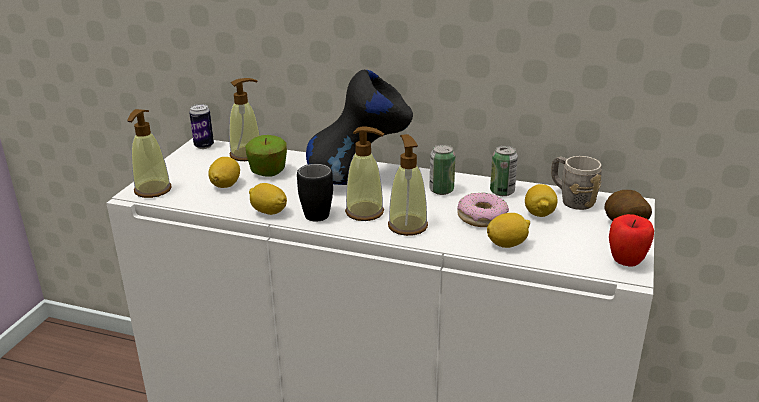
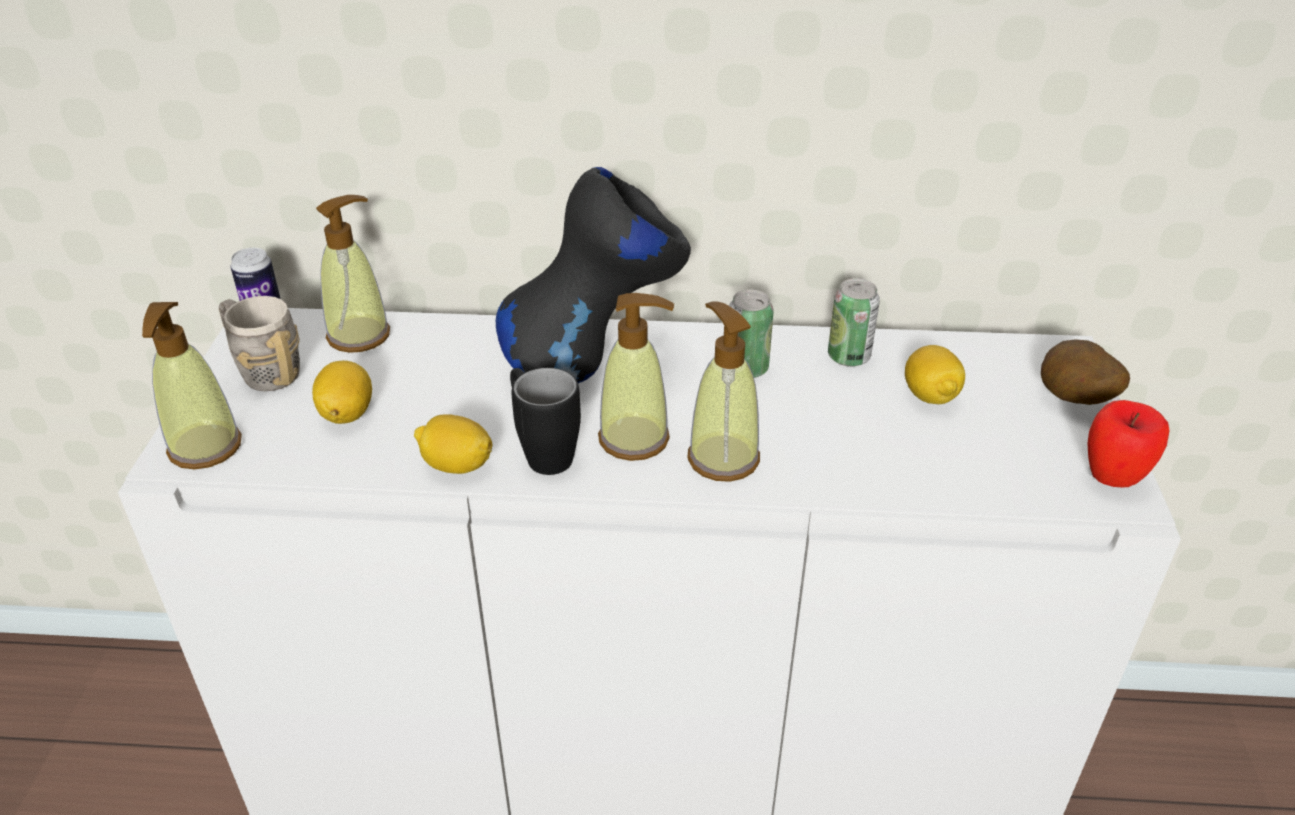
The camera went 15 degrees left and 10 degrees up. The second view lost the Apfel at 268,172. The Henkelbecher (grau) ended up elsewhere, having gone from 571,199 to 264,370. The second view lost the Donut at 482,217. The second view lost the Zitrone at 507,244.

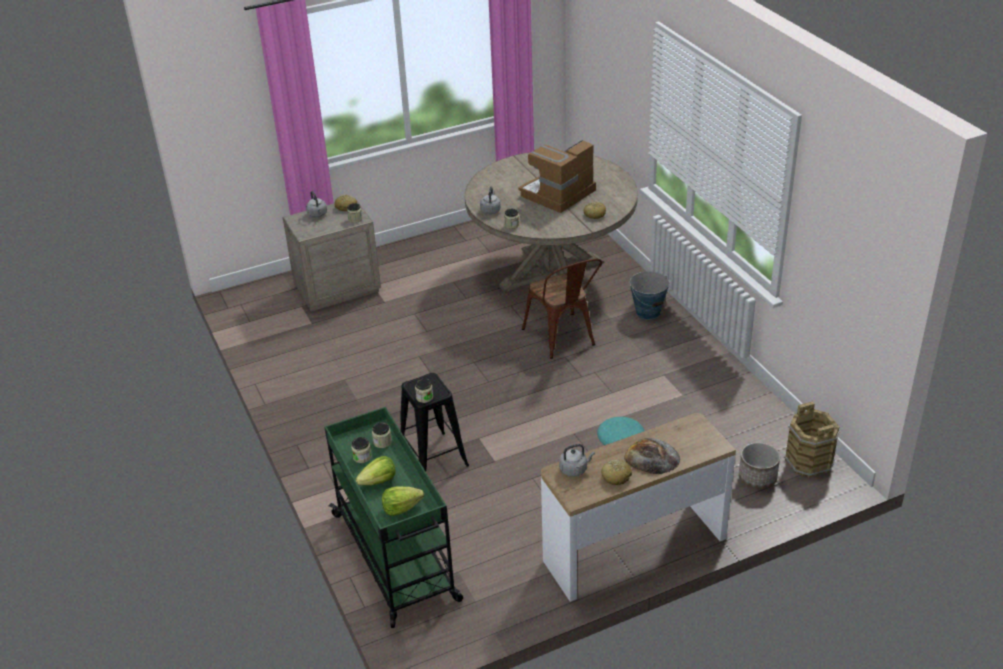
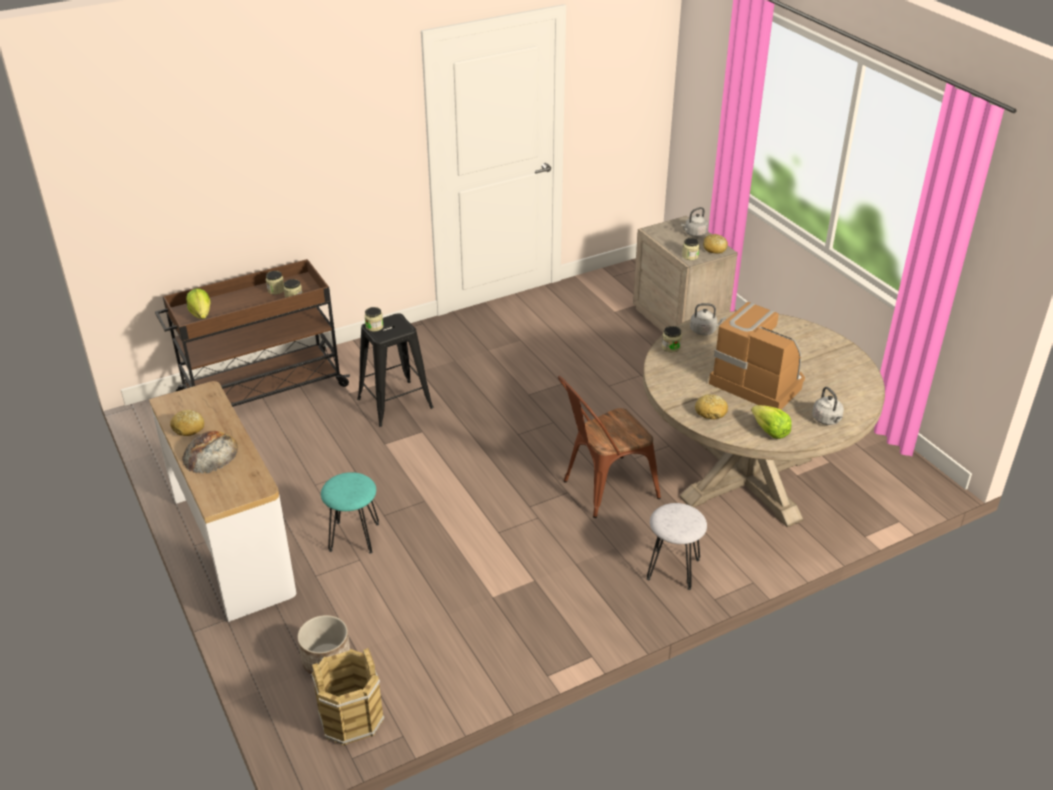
The camera went 85 degrees right and 0 degrees up. Where the Eimer stood at 648,312, the Hocker (grau) came to stand at 673,569. What was the Rollwagen (grün) at 396,558 turned into the Rollwagen (braun) at 261,391. The Wasserkessel (grau) ended up elsewhere, having gone from 575,469 to 827,420. The Salatkopf ended up elsewhere, having gone from 379,481 to 769,431.

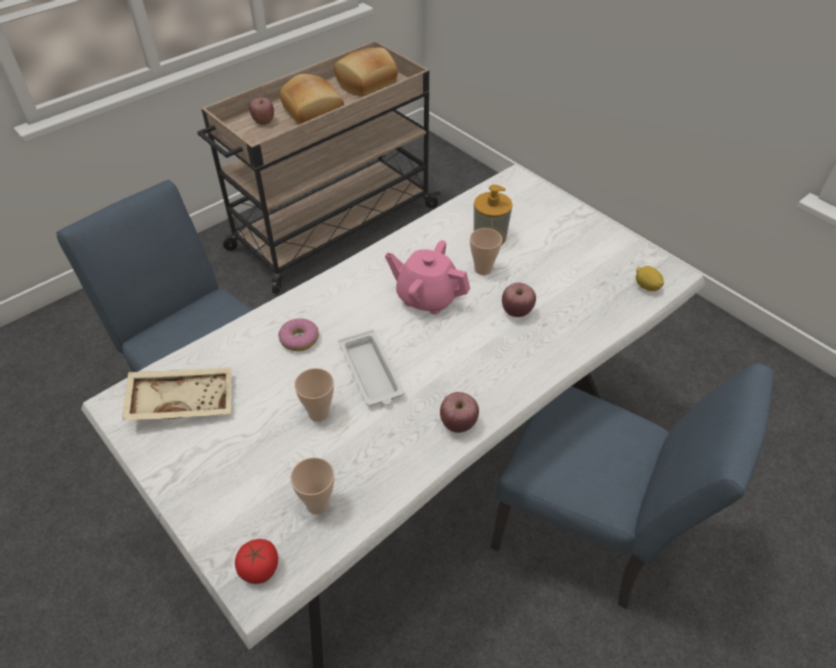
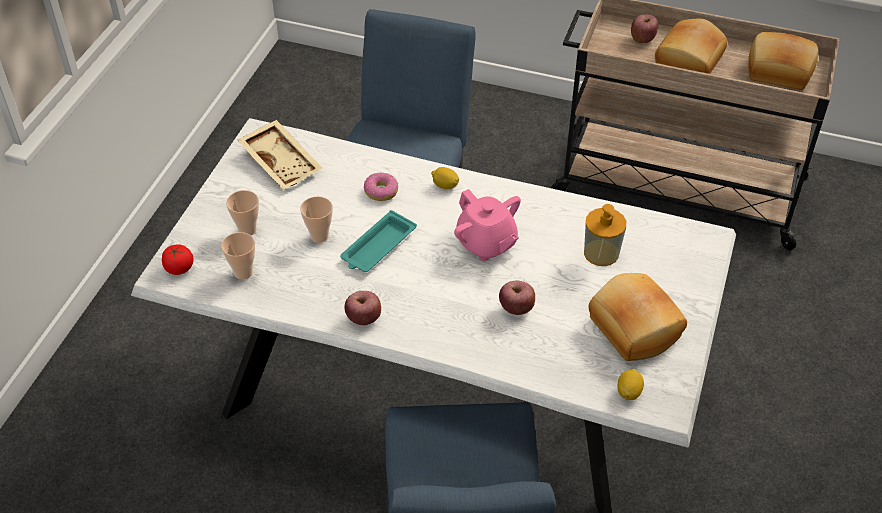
The camera went 60 degrees right and 0 degrees up. The Tasse ended up elsewhere, having gone from 483,269 to 247,230. The Teekanne (rosa) at 427,297 ended up facing another way, 150 degrees clockwise from before. What was the Tablett (weiß) at 371,373 turned into the Tablett (türkis) at 377,247. The second view gained the Zitrone at 445,186. The second view gained the Brot at 632,329.

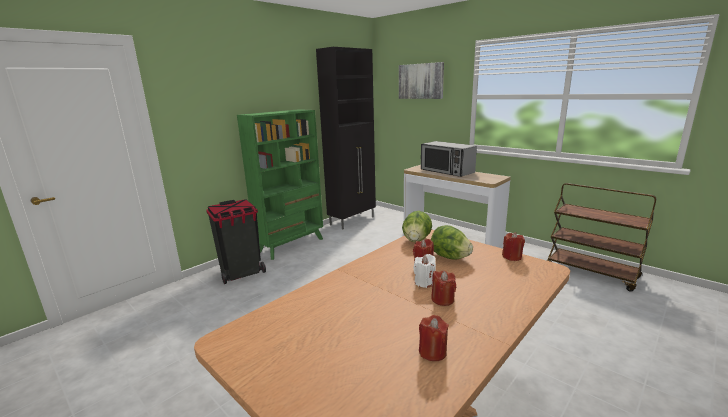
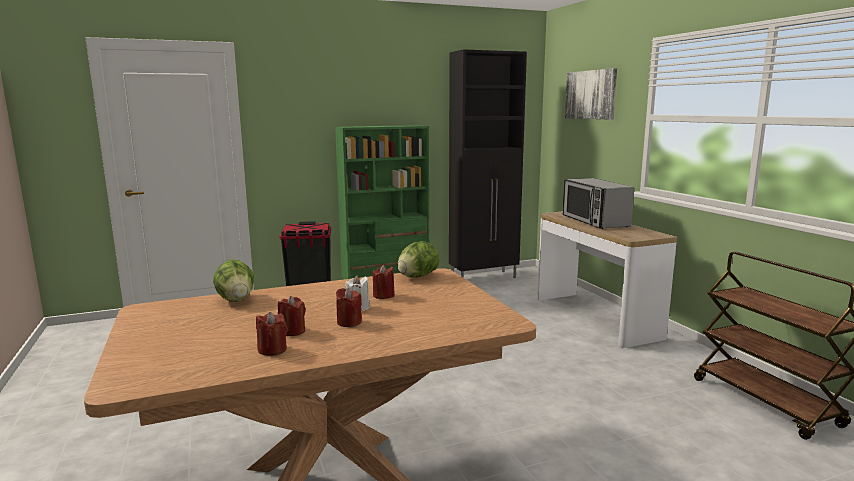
The camera went 25 degrees right and 5 degrees down. The Salatkopf ended up elsewhere, having gone from 449,257 to 236,300. The Kerze (rot) ended up elsewhere, having gone from 512,257 to 292,331.

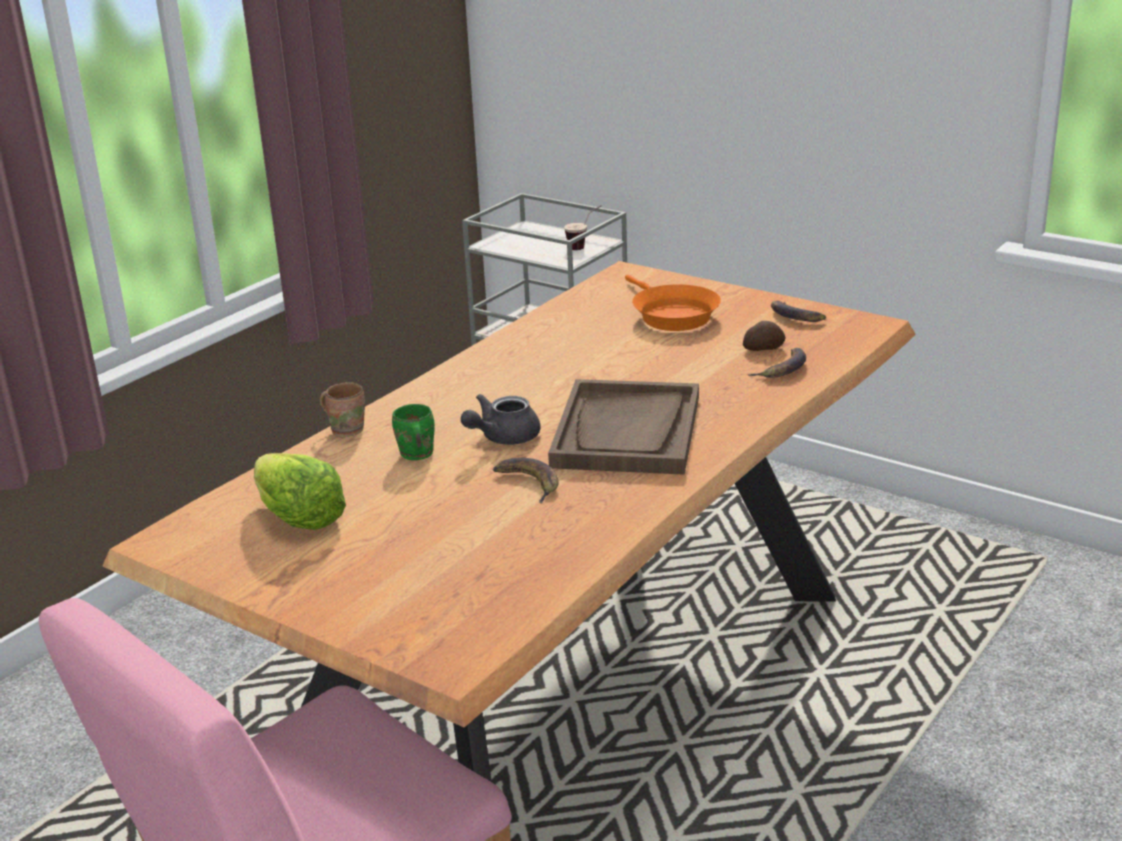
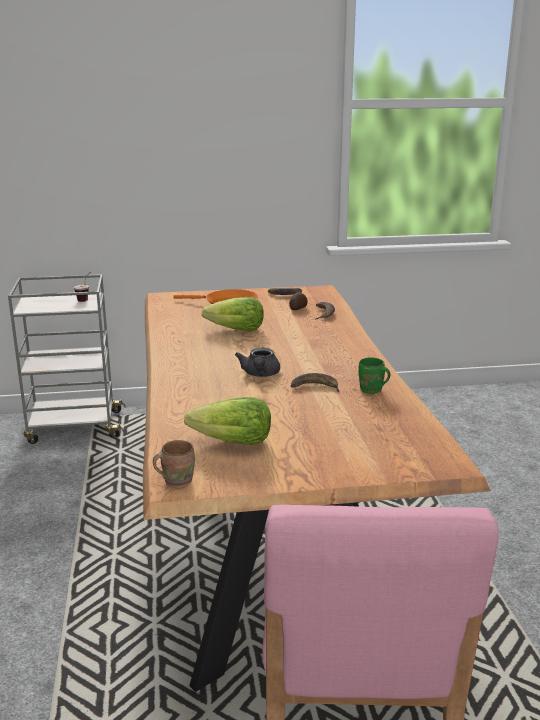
The camera went 45 degrees left and 5 degrees down. The second view lost the Tablett (braun) at 627,432. The Henkelbecher (braun) ended up elsewhere, having gone from 347,429 to 176,481. The Henkelbecher (grün) ended up elsewhere, having gone from 415,455 to 371,390. The second view gained the Salatkopf at 235,330.

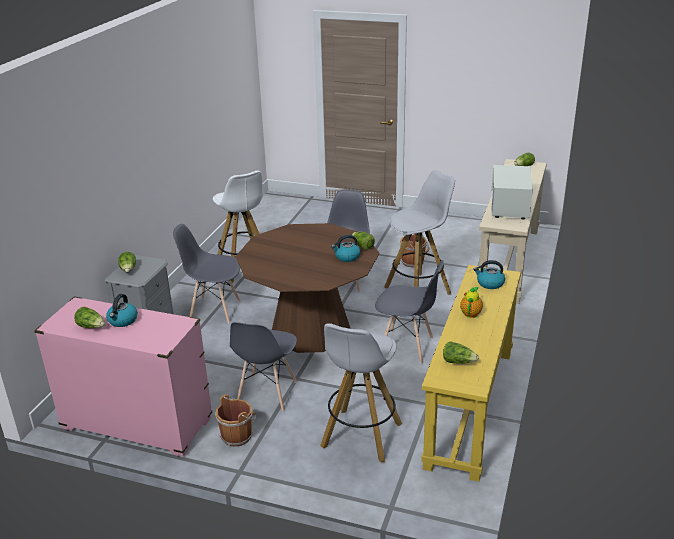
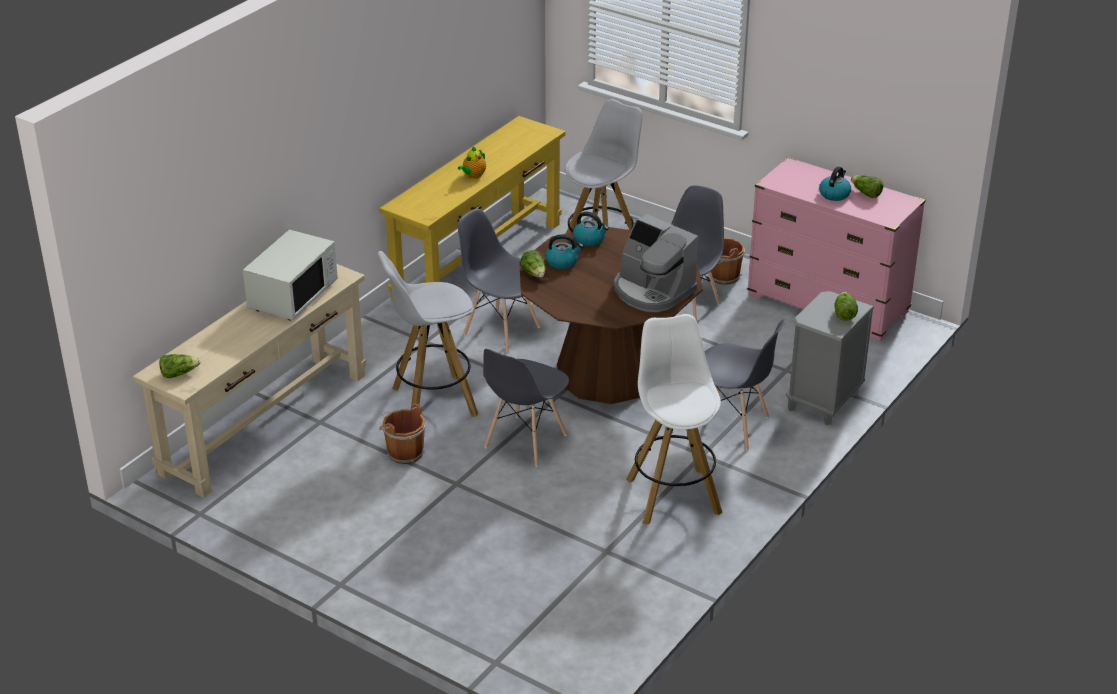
The camera went 165 degrees left and 5 degrees up. The Wasserkessel ended up elsewhere, having gone from 489,283 to 589,239. The second view lost the Salatkopf at 458,361. The second view gained the Kaffeemaschine at 652,291.

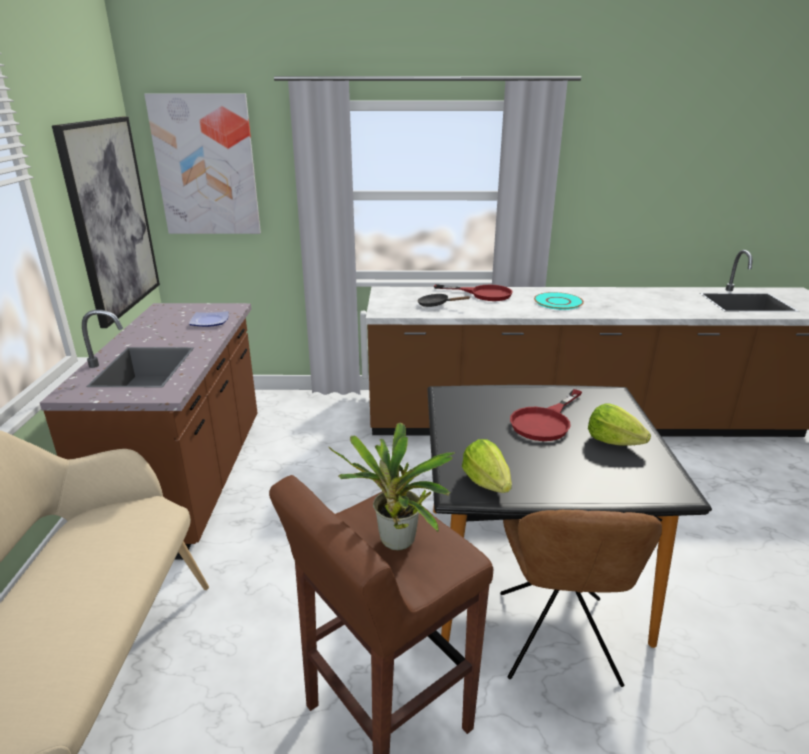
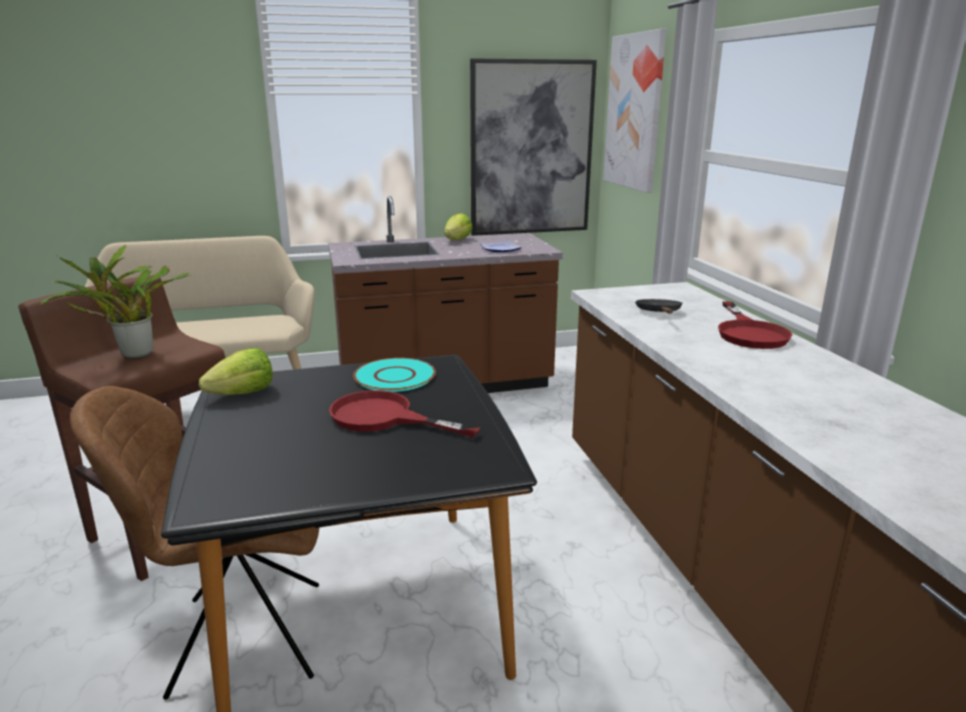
The camera went 75 degrees right and 5 degrees down. The Teller (türkis) ended up elsewhere, having gone from 558,302 to 395,376. The Salatkopf ended up elsewhere, having gone from 613,441 to 457,240.

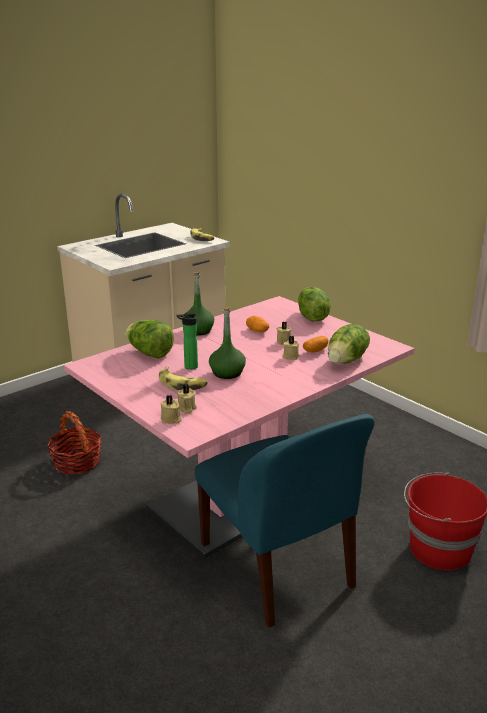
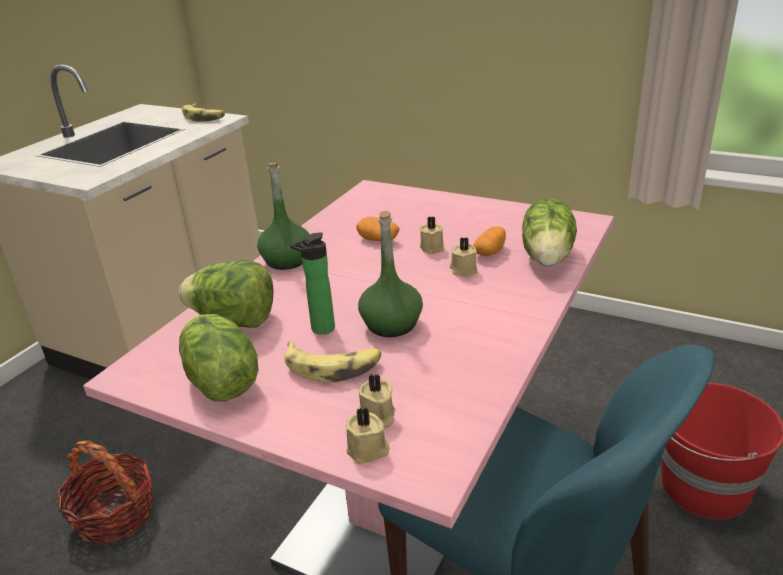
The camera went 20 degrees left and 5 degrees up. The Salatkopf ended up elsewhere, having gone from 311,317 to 220,382.

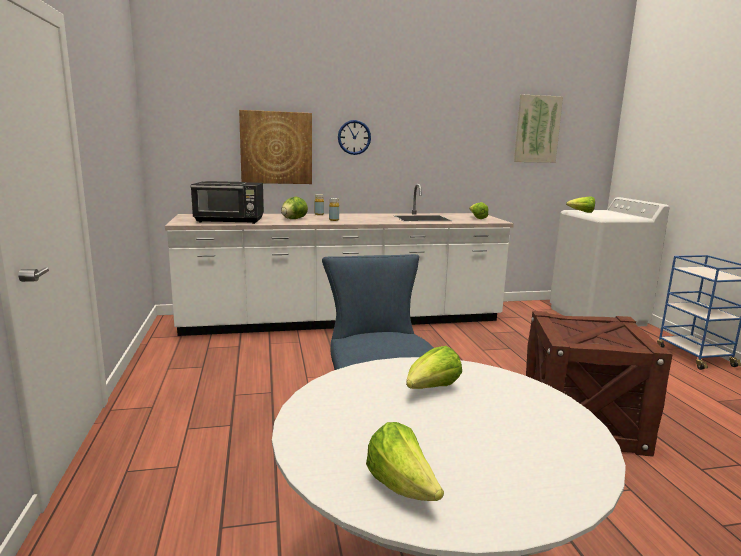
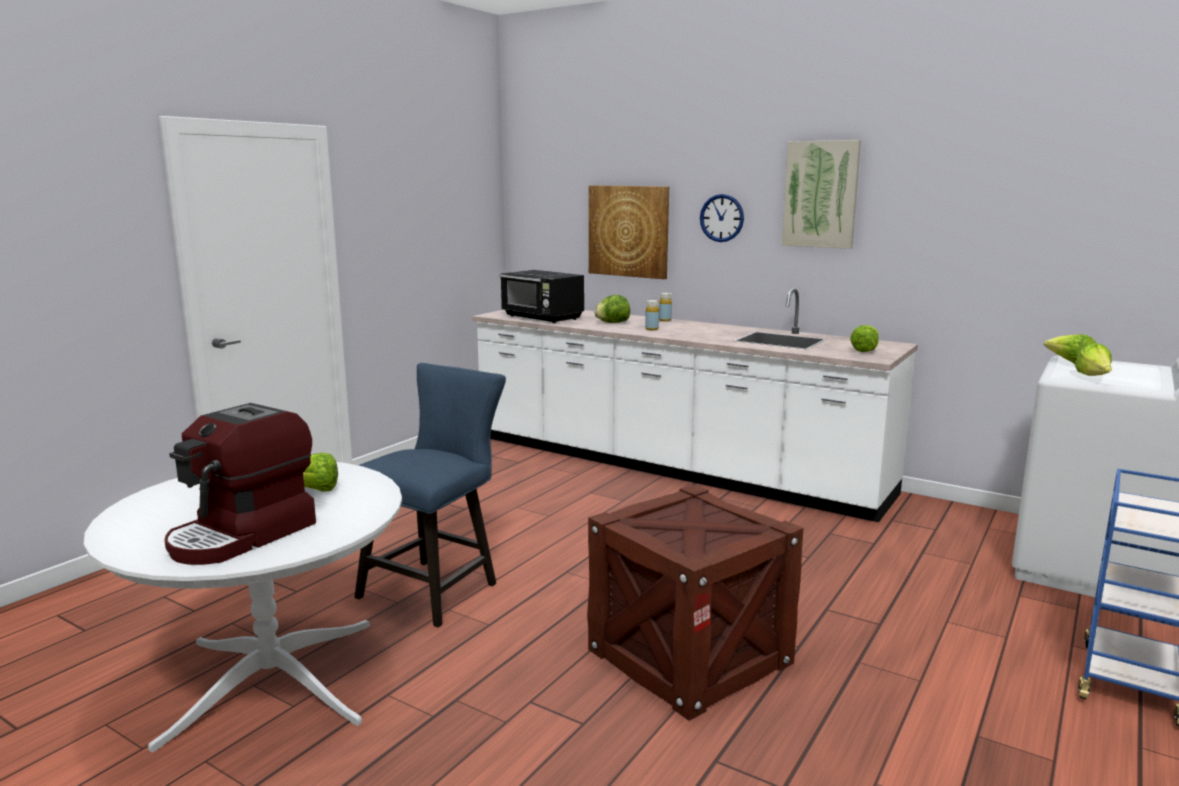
The camera went 45 degrees right and 0 degrees up. The Bild ended up elsewhere, having gone from 537,129 to 821,194. The Salatkopf ended up elsewhere, having gone from 402,487 to 1094,378. The second view gained the Kaffeemaschine at 243,535.

